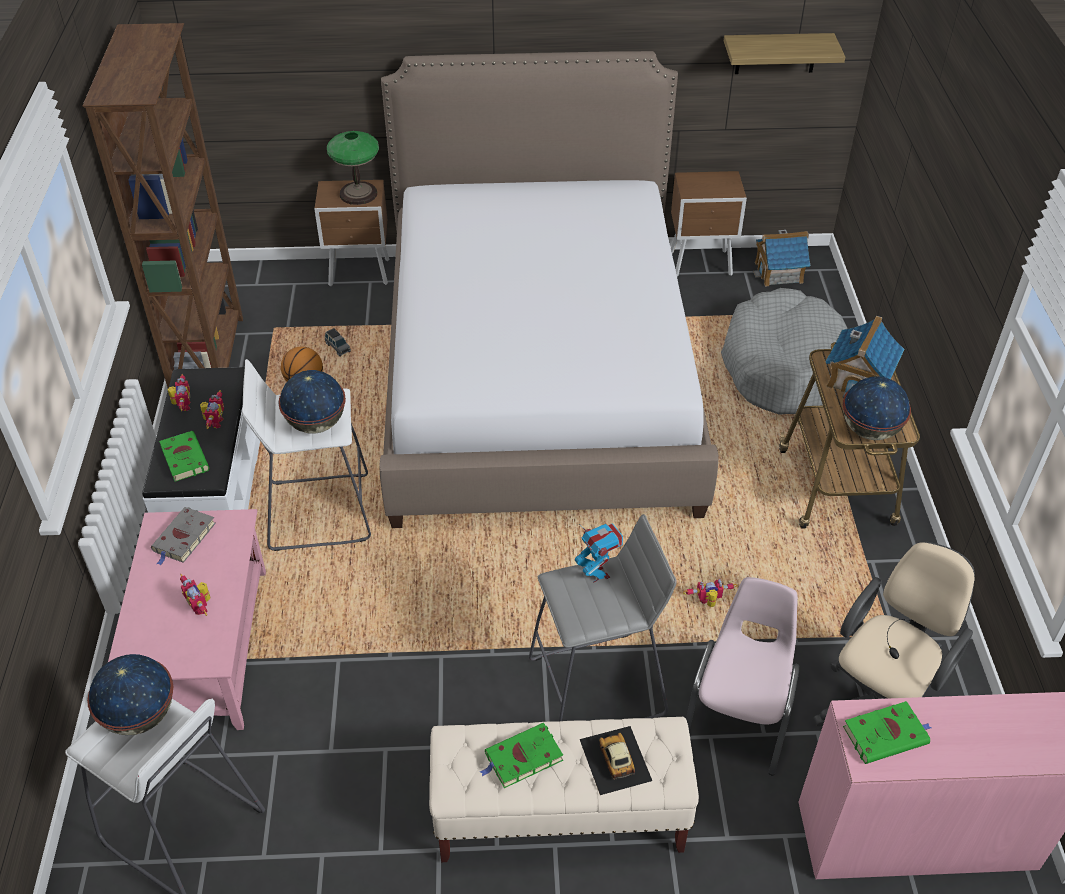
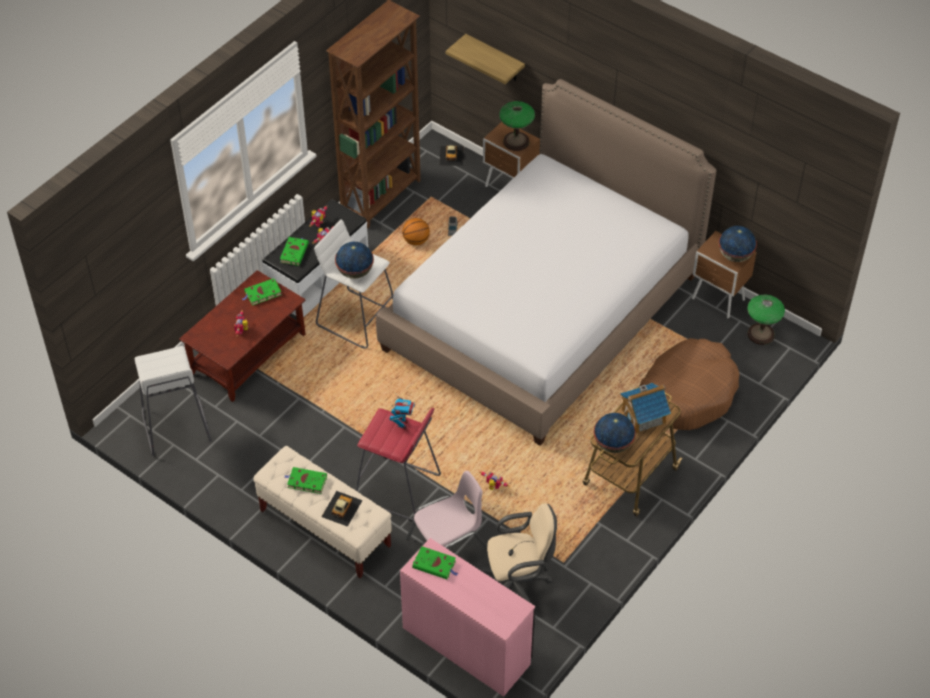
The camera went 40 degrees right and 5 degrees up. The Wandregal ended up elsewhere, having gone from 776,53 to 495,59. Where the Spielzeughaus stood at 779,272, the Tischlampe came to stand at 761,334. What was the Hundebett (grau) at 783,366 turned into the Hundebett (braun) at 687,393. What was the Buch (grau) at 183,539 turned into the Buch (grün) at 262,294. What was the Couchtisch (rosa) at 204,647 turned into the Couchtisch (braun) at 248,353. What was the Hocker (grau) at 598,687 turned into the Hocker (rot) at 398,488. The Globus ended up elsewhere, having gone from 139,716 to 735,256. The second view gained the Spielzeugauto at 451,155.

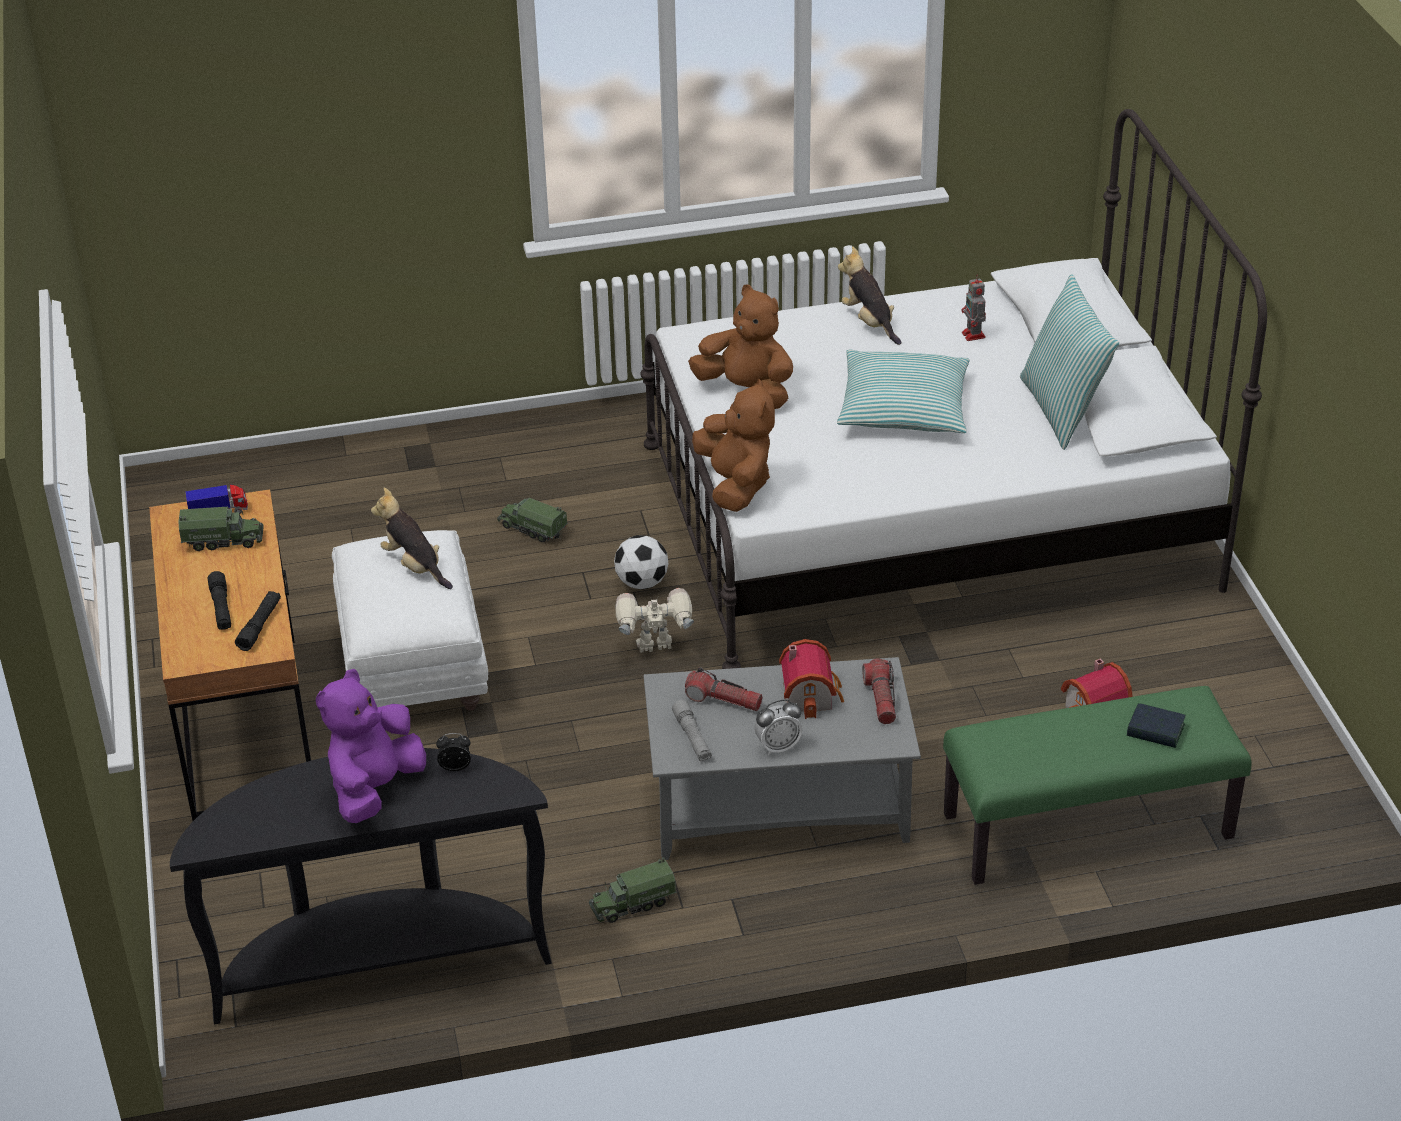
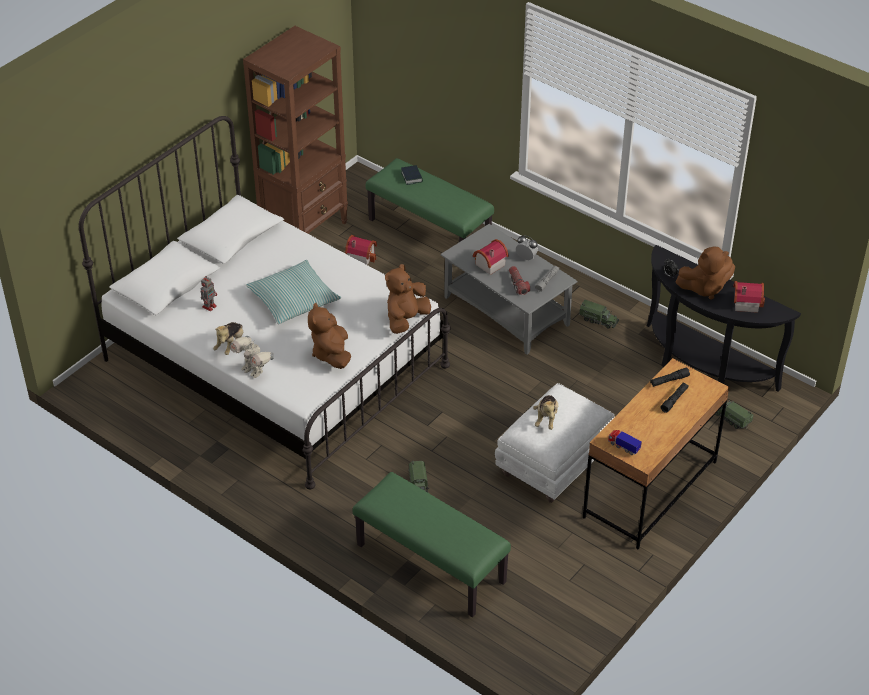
The camera went 130 degrees left and 5 degrees up. The second view lost the Kissen at 1063,410. The Spielzeuglaster ended up elsewhere, having gone from 223,540 to 731,418. The second view lost the Fußball at 642,583. The Spielzeugroboter ended up elsewhere, having gone from 655,647 to 253,370. The second view lost the Taschenlampe at 881,699. What was the Plüschtier (lila) at 374,789 turned into the Plüschtier (braun) at 704,288. The second view gained the Bücherregal (braun) at 305,229. The second view gained the Spielzeughaus at 745,302. The second view gained the Bank (grün) at 429,564.

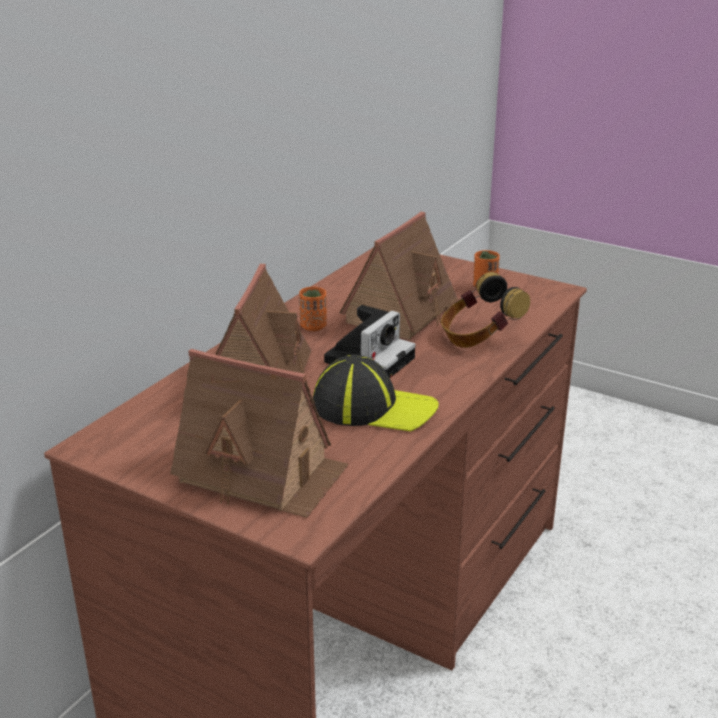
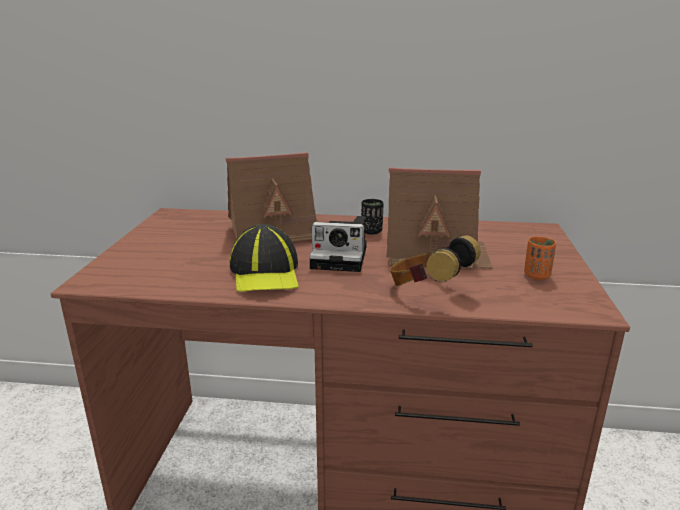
The camera went 65 degrees right and 5 degrees down. What was the Tasse (orange) at 313,326 turned into the Tasse (schwarz) at 371,231. The second view lost the Spielzeughaus at 261,473.

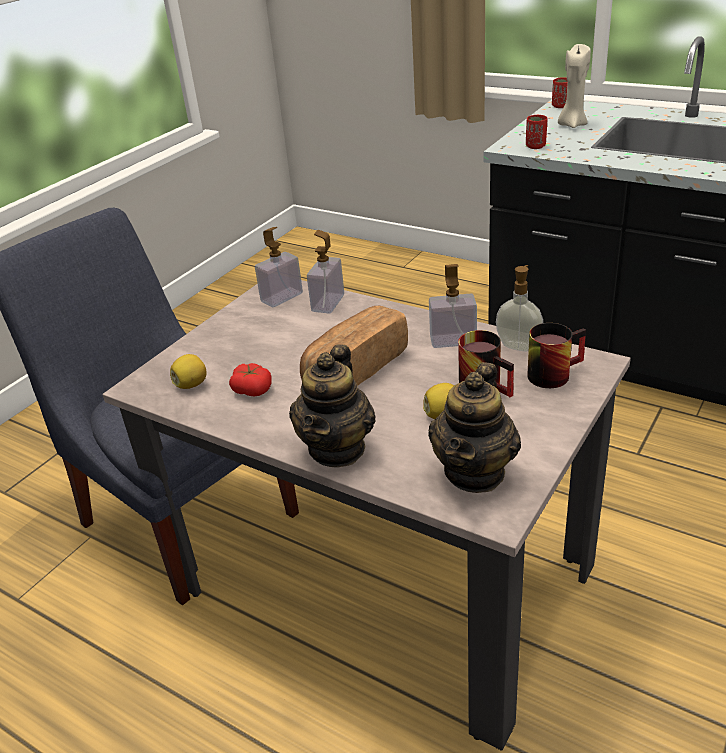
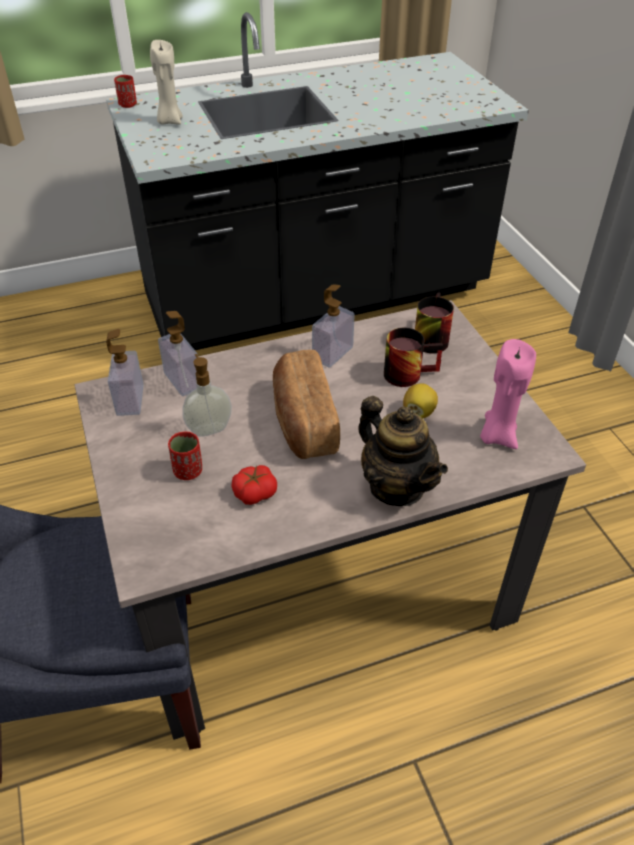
The camera went 55 degrees left and 10 degrees up. The Tasse (rot) ended up elsewhere, having gone from 535,146 to 188,471. The Seifenspender ended up elsewhere, having gone from 519,346 to 209,428. The second view lost the Zitrone at 191,384. Where the Teekanne stood at 475,472, the Kerze (rosa) came to stand at 497,435.

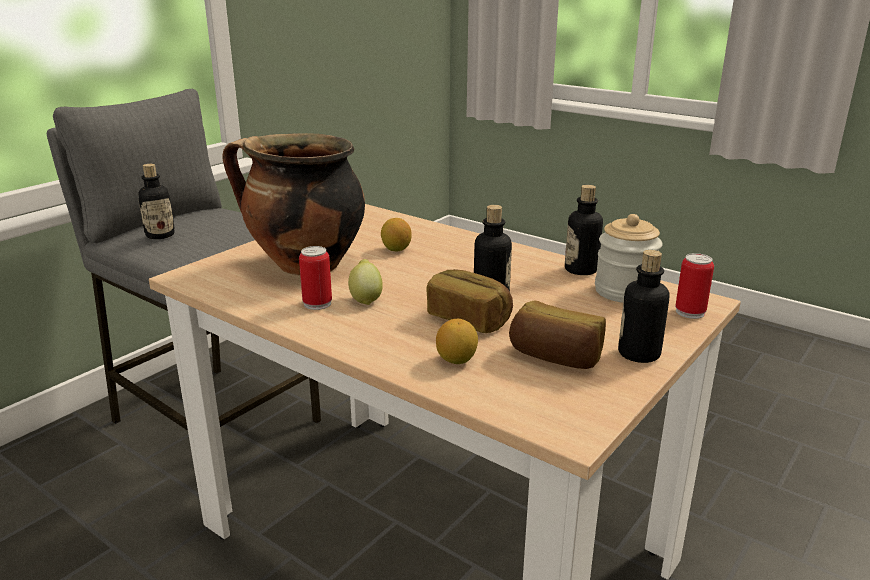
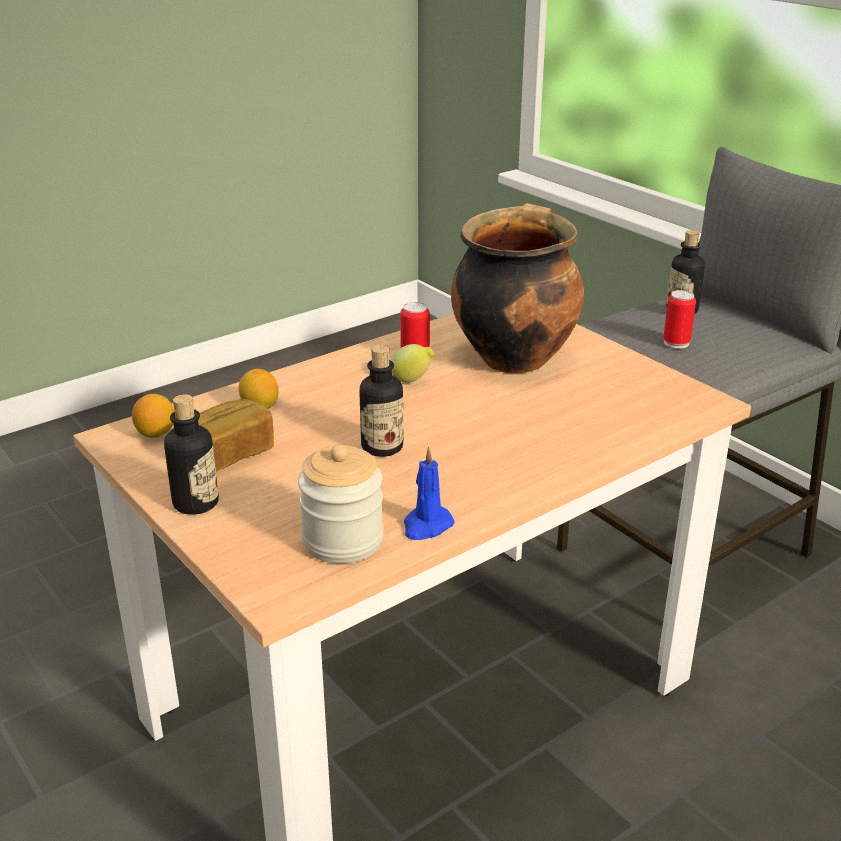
The camera went 105 degrees right and 5 degrees up. Where the Flasche stood at 581,270, the Kerze (blau) came to stand at 426,526. The Zitrone ended up elsewhere, having gone from 396,249 to 156,433. The Dose ended up elsewhere, having gone from 690,312 to 676,343. The second view lost the Brot at 469,319.

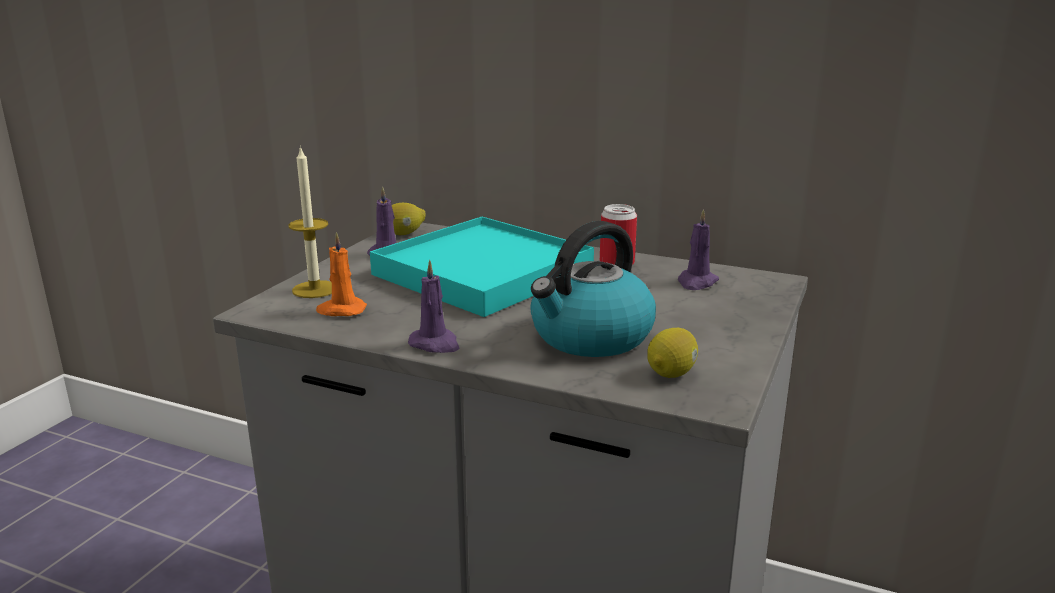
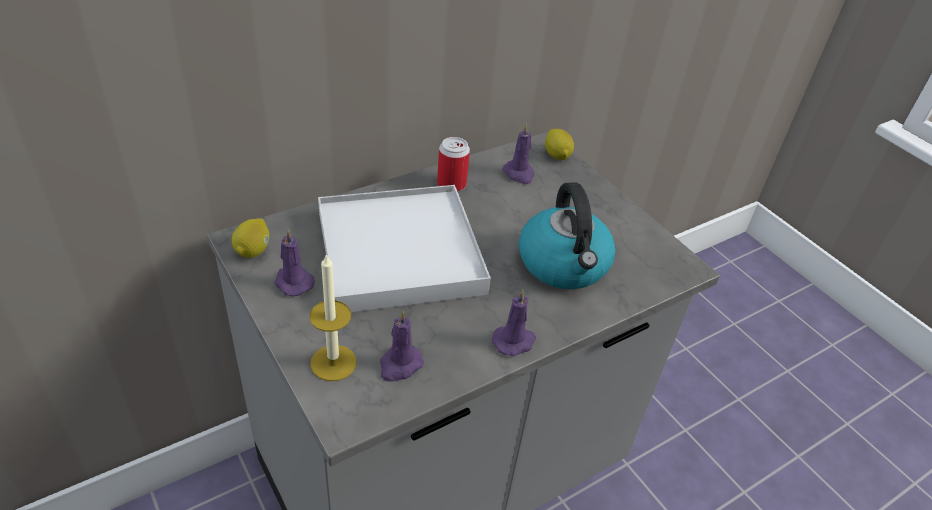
The camera went 60 degrees left and 20 degrees up. What was the Tablett (türkis) at 483,272 turned into the Tablett (weiß) at 400,252. What was the Kerze (orange) at 341,310 turned into the Kerze (lila) at 399,365. The Zitrone ended up elsewhere, having gone from 672,373 to 557,155.

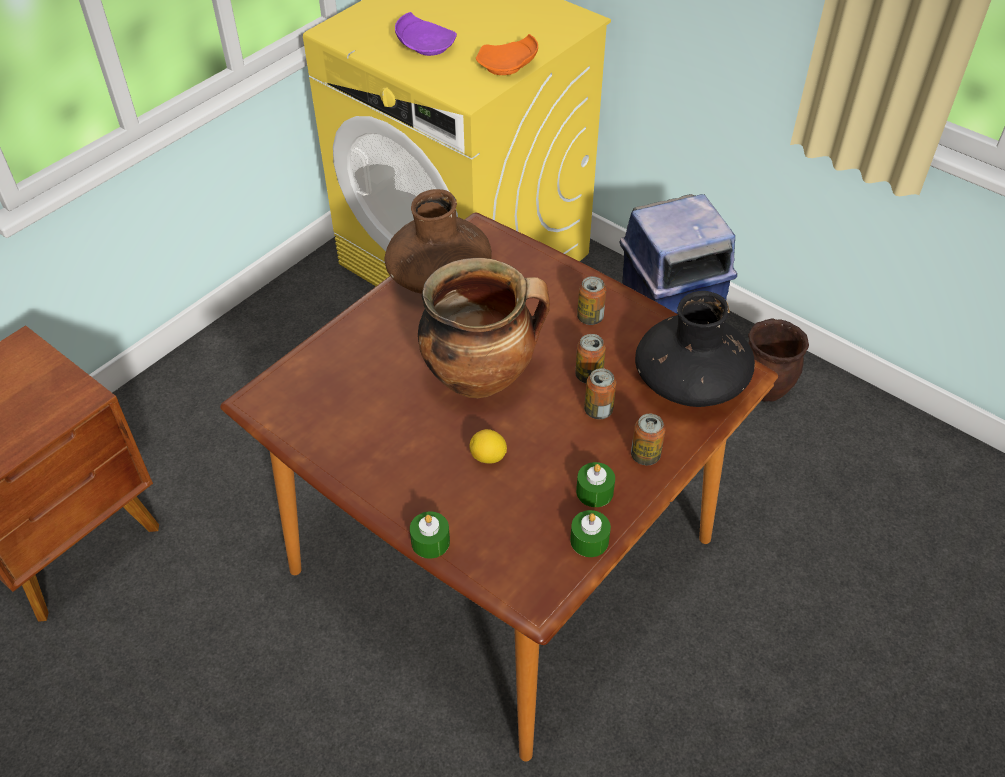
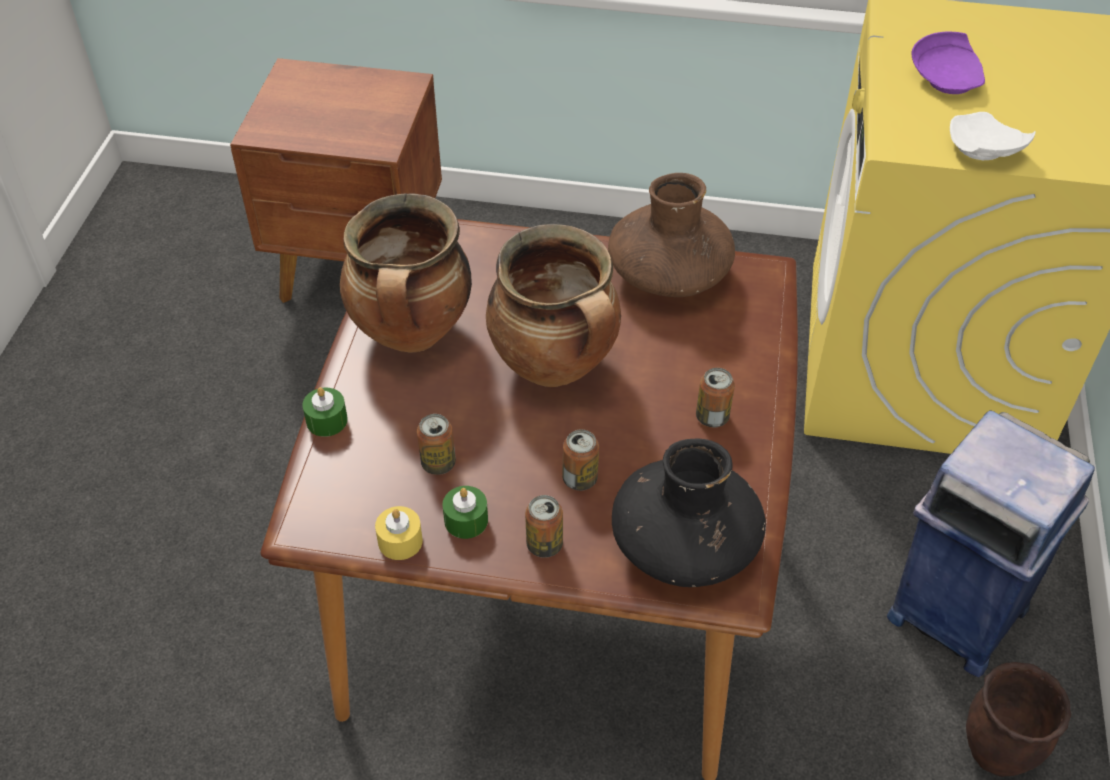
The camera went 60 degrees right and 0 degrees up. What was the Teller (orange) at 508,67 turned into the Teller (weiß) at 983,151. The Dose ended up elsewhere, having gone from 588,375 to 438,463. The second view lost the Zitrone at 488,457. What was the Kerze (grün) at 589,540 turned into the Kerze (gelb) at 400,541. The second view gained the Kochtopf at 413,334.

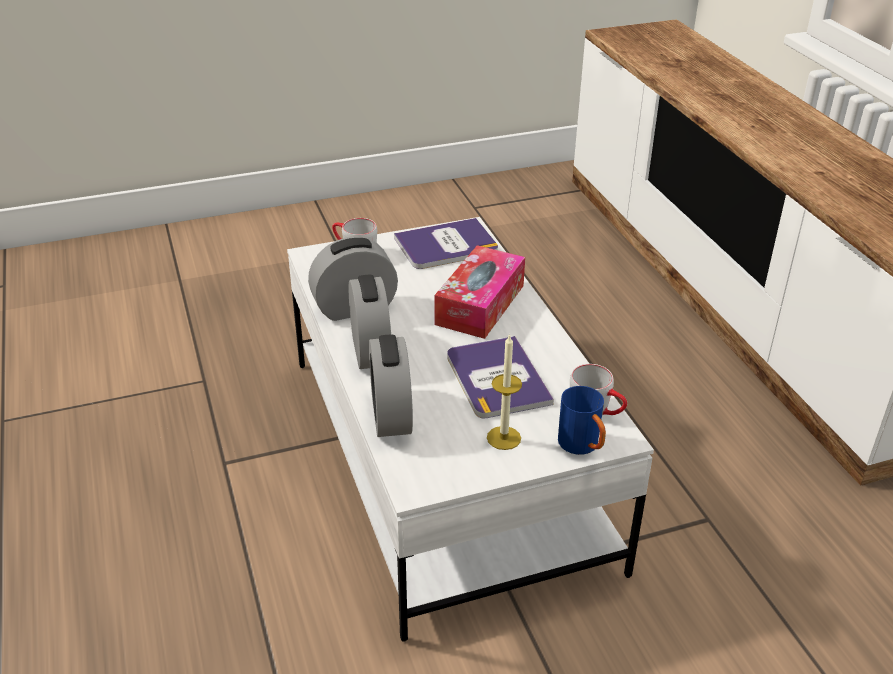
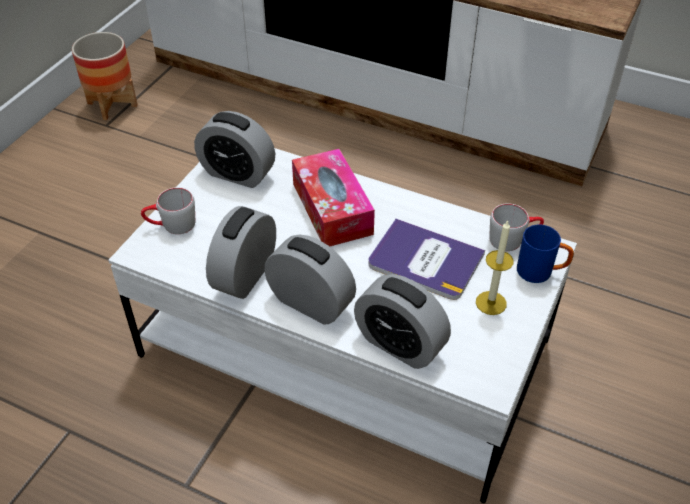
The camera went 45 degrees left and 10 degrees up. Where the Buch stood at 446,245, the Wecker came to stand at 237,173. The second view gained the Pflanzkübel at 112,104.

